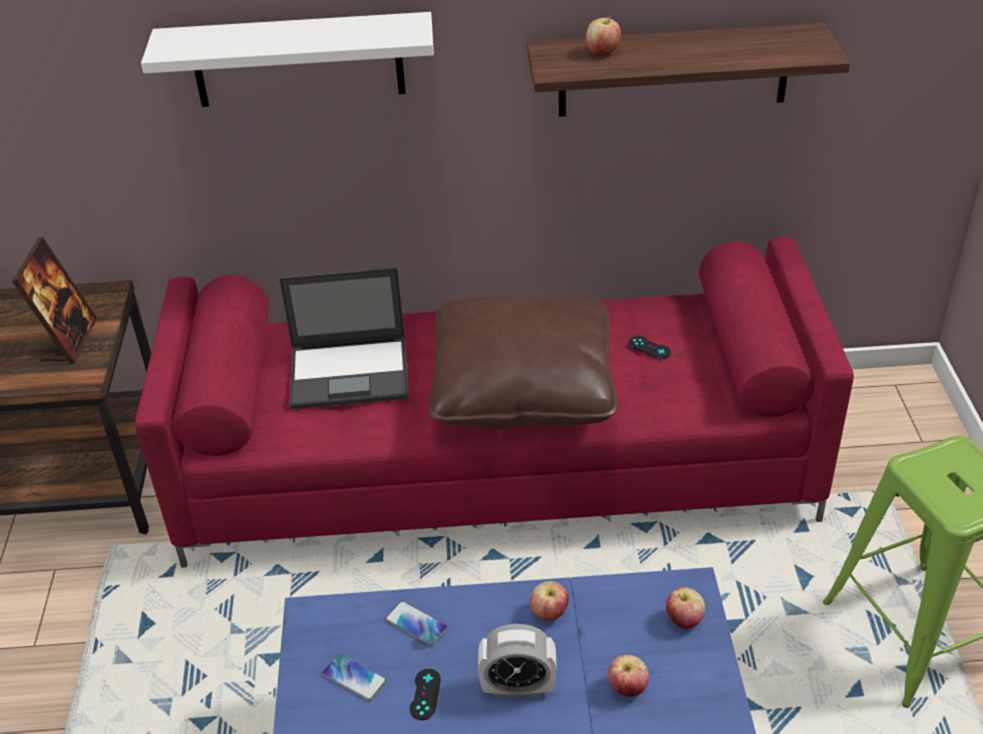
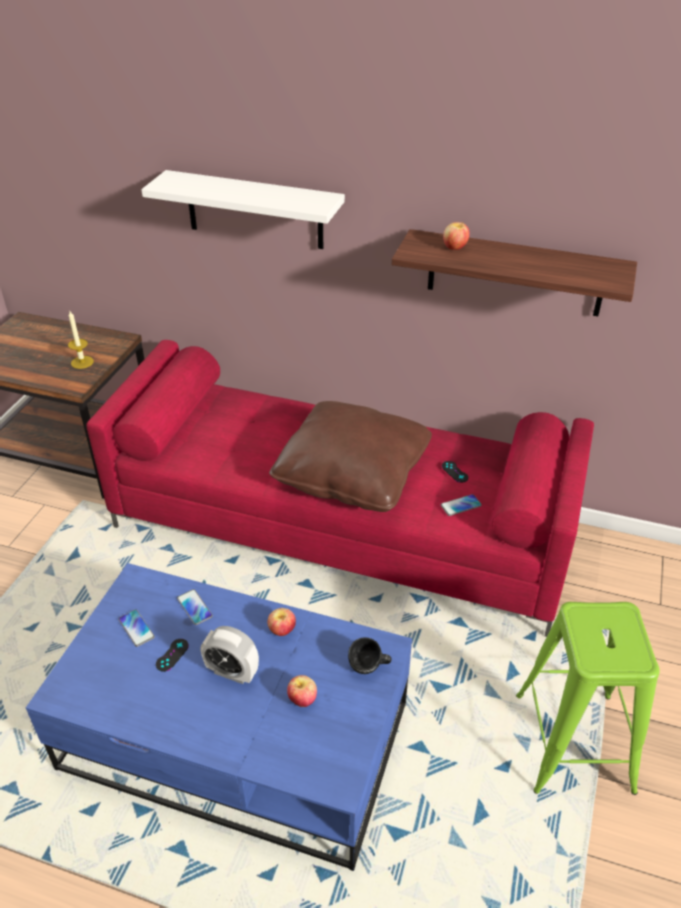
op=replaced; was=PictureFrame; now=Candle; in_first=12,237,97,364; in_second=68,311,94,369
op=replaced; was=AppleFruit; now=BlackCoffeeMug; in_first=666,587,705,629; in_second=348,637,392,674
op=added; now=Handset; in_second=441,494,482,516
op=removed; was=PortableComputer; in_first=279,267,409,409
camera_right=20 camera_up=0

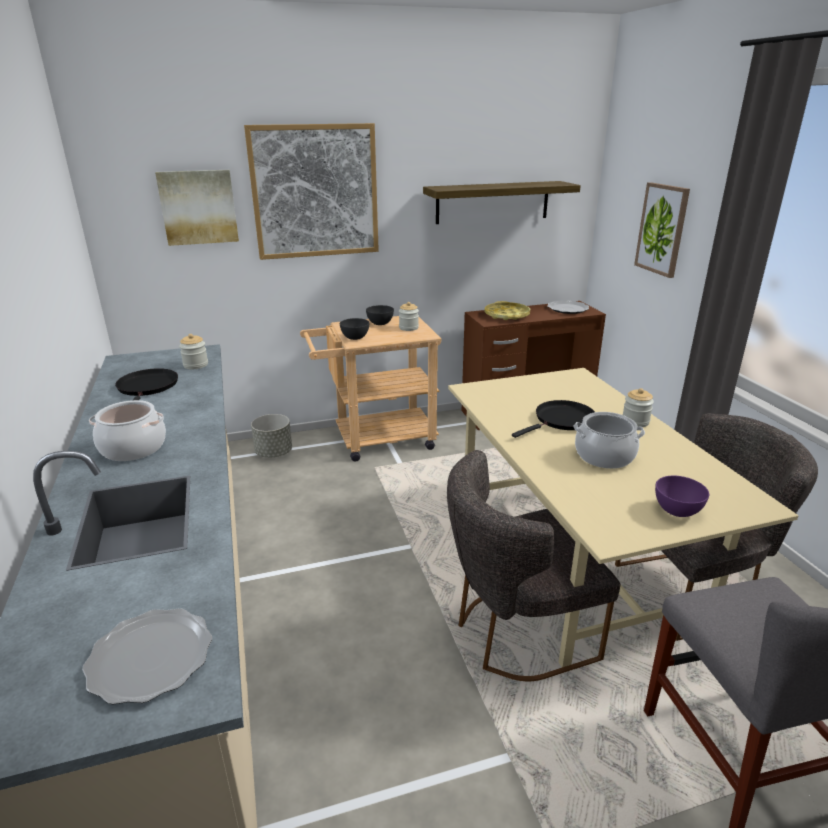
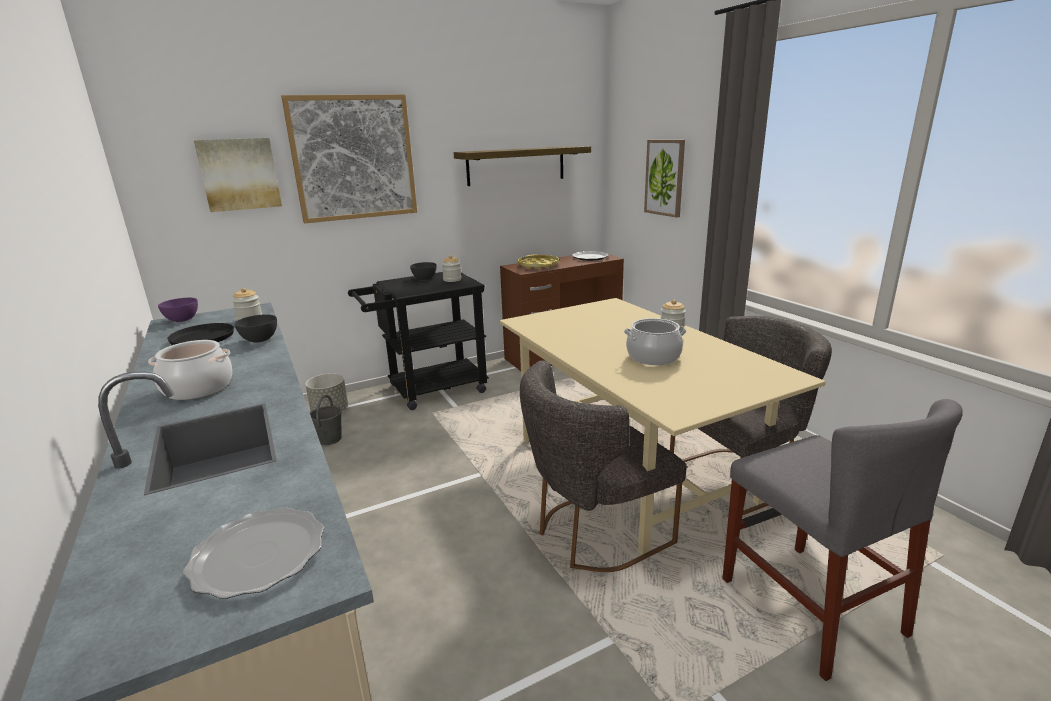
op=moved; was=PurplishBowl; in_first=655,476,709,517; in_second=158,298,198,322
op=moved; was=GreyBowl; in_first=340,318,369,340; in_second=234,314,277,342
op=added; now=GreyBucket; in_second=310,395,342,445
op=recoloured; was=BeigeTrolley; now=BlackTrolley; in_first=300,316,441,462; in_second=348,272,489,410
op=removed; was=BlackPan; in_first=512,400,595,438
camera_right=-10 camera_up=-5

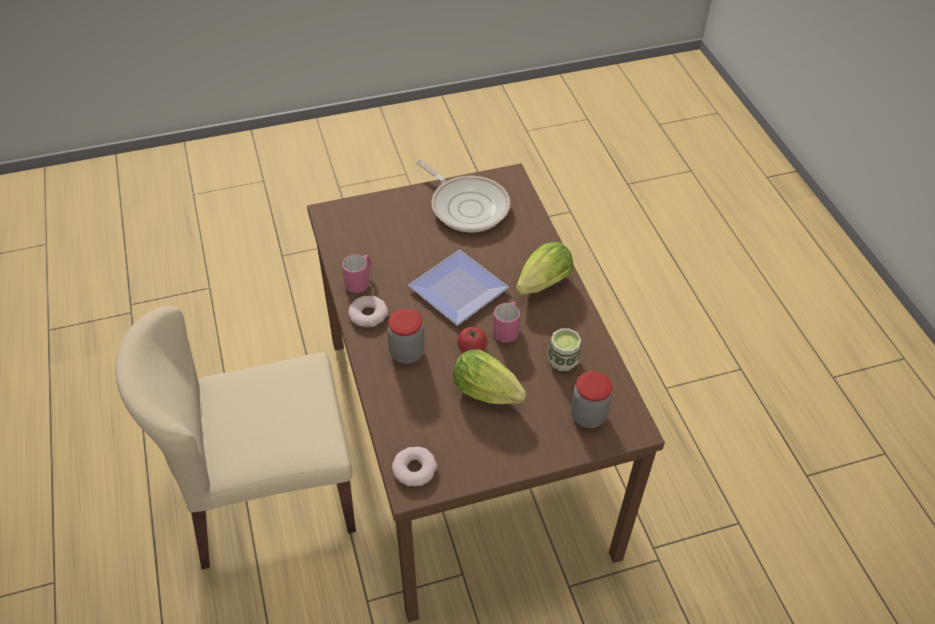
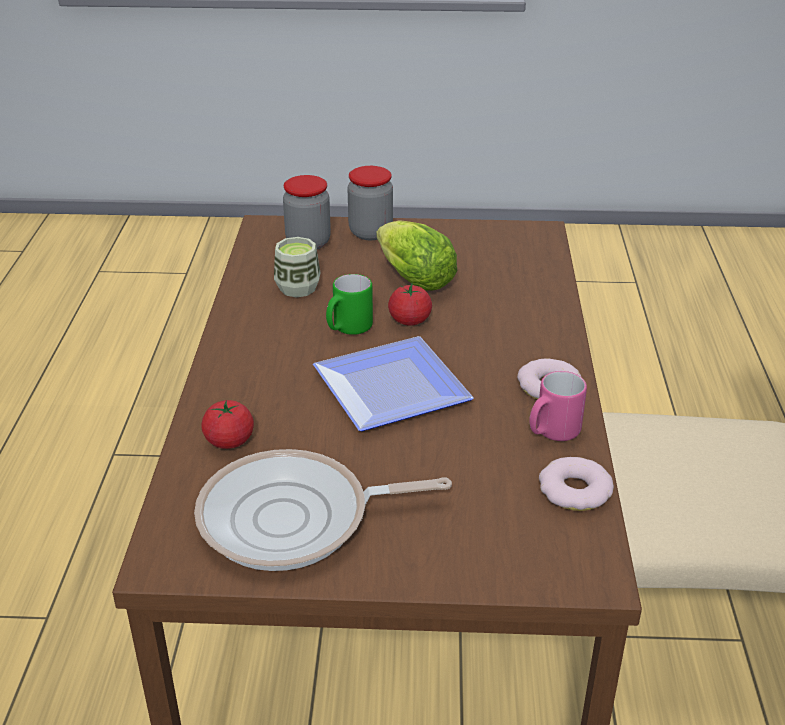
op=turned; was=Pan; in_first=416,160,511,233; in_second=194,449,452,571; clockwise=-75
op=added; now=Tomato; in_second=201,400,254,449
op=recoloured; was=PinkishCoffeeMug; now=GreenCoffeeMug; in_first=493,302,520,343; in_second=326,274,373,335
op=moved; was=StorageJar; in_first=387,309,425,364; in_second=348,166,393,240
op=moved; was=RingDoughnut; in_first=392,447,437,486; in_second=539,457,614,511
op=removed; was=Lettuce; in_first=516,242,573,295
camera_right=-160 camera_up=-15

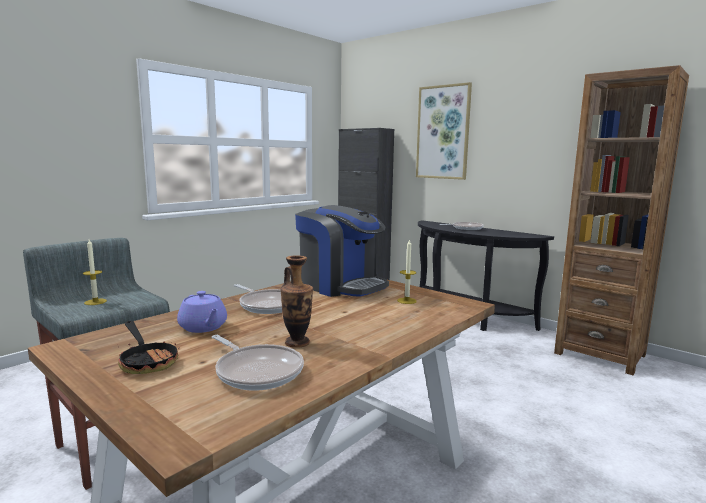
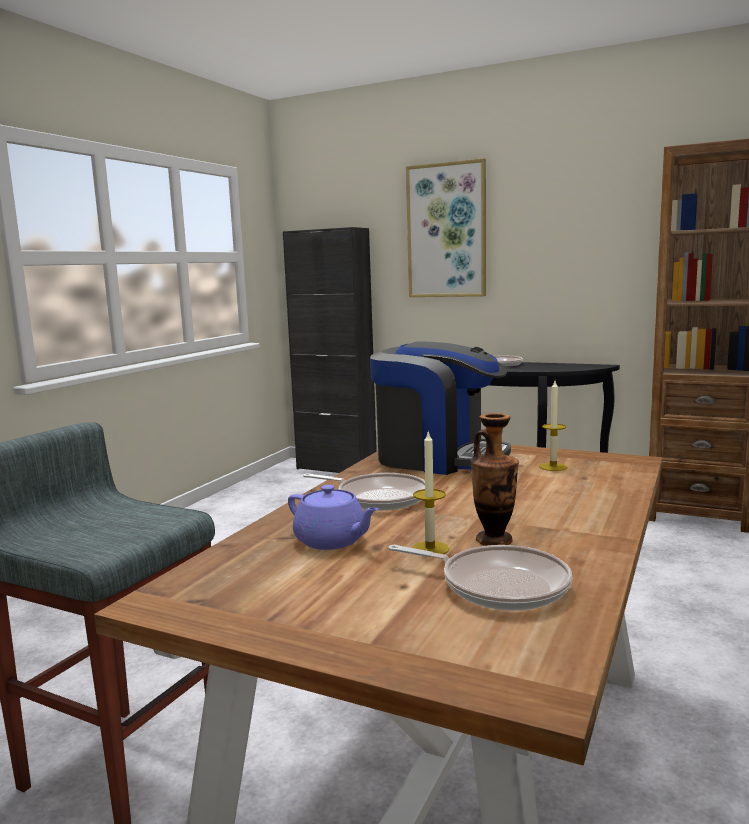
op=moved; was=Candle; in_first=83,239,107,305; in_second=412,430,449,554
op=removed; was=Pan; in_first=117,321,180,374
camera_right=-15 camera_up=0

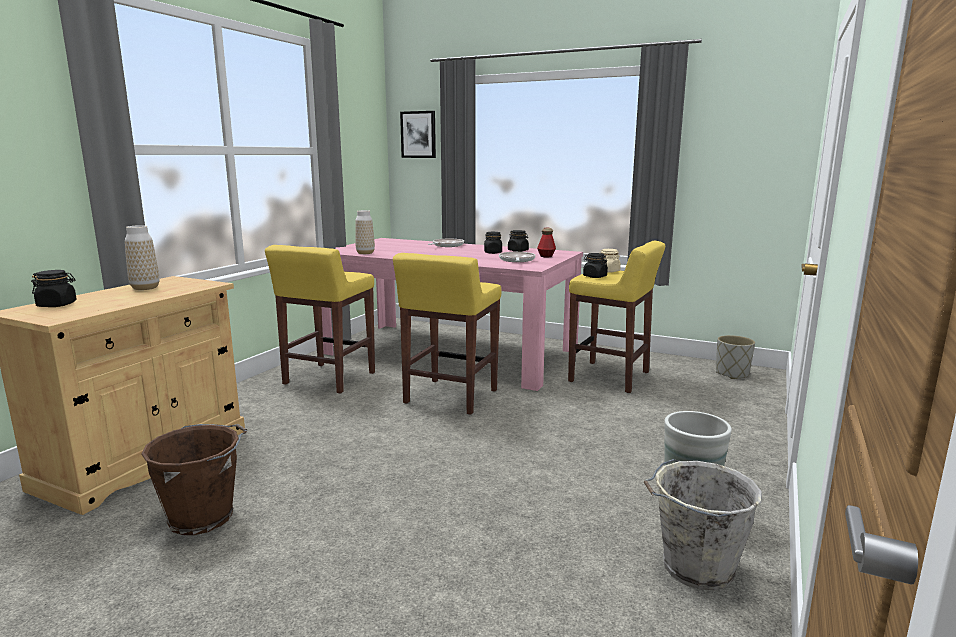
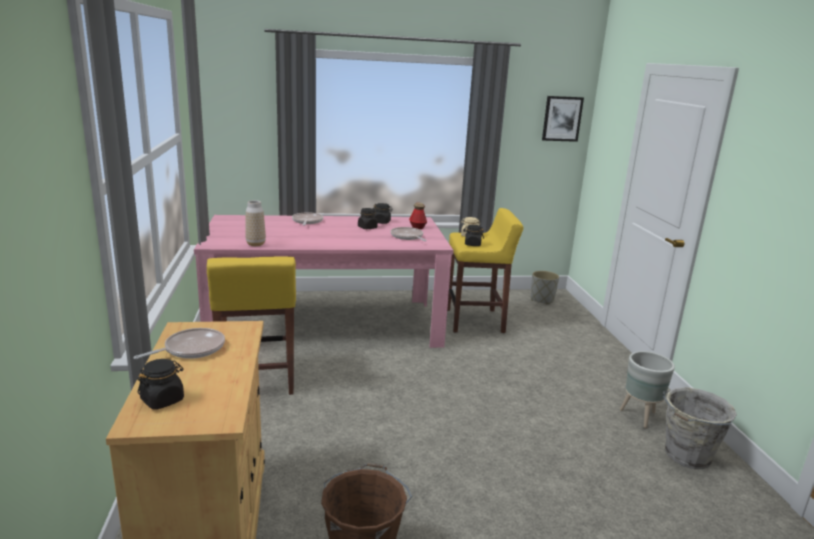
op=replaced; was=FlowerVase; now=Pan; in_first=125,225,159,290; in_second=134,328,225,359
op=moved; was=Picture; in_first=400,111,436,158; in_second=542,96,584,142
op=removed; was=YellowColouredStoolSeat; in_first=393,253,501,415
camera_right=-35 camera_up=5

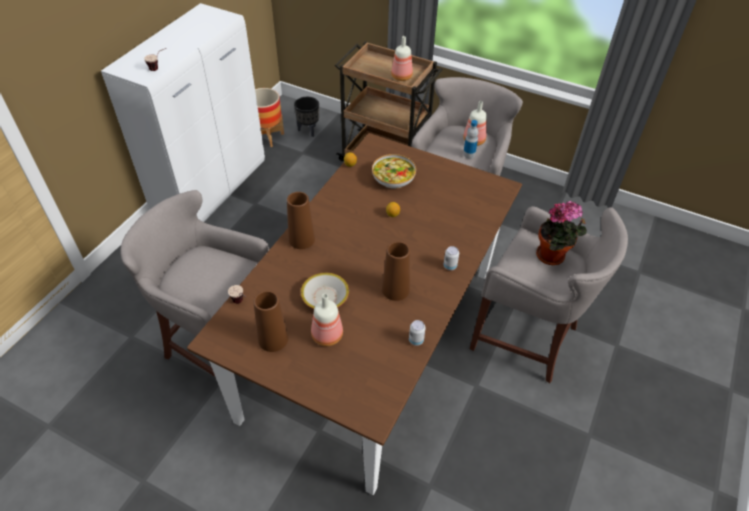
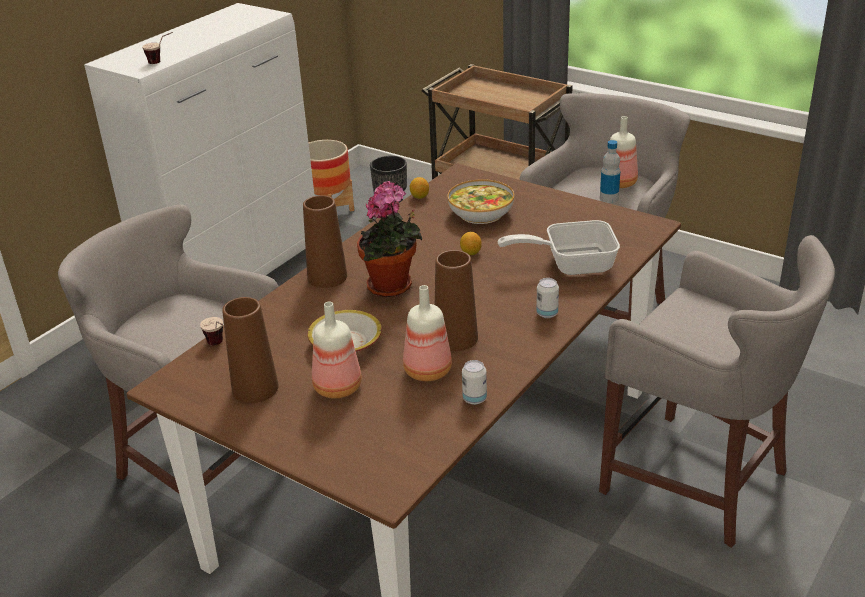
op=moved; was=PlantInAPot; in_first=536,201,587,265; in_second=357,181,422,297
op=moved; was=DrinkBottle; in_first=391,36,413,81; in_second=403,285,452,381
op=added; now=Pan; in_second=497,220,620,275
camera_right=10 camera_up=-15

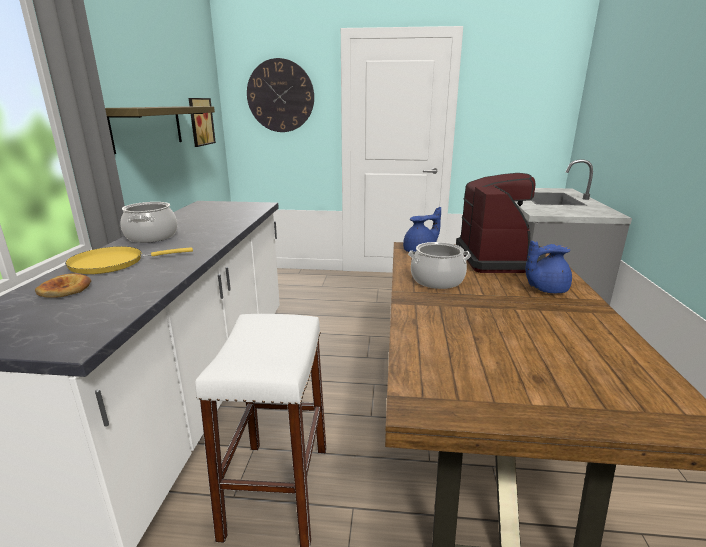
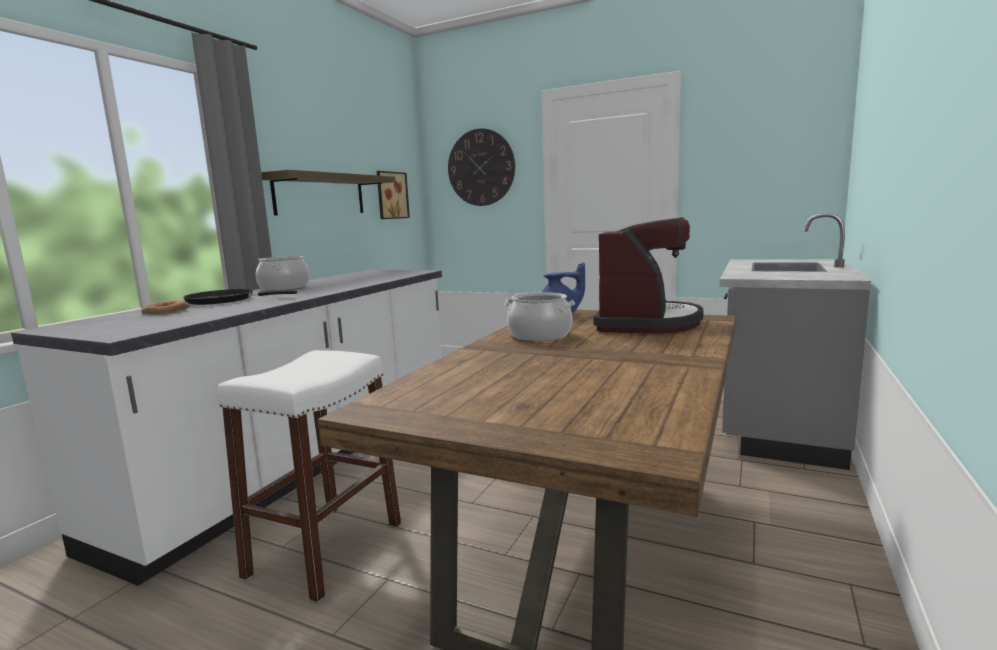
op=recoloured; was=YellowColouredPan; now=BlackPan; in_first=65,246,193,274; in_second=183,289,297,305
op=removed; was=BluishTeaPot; in_first=526,241,572,293
camera_right=20 camera_up=-10

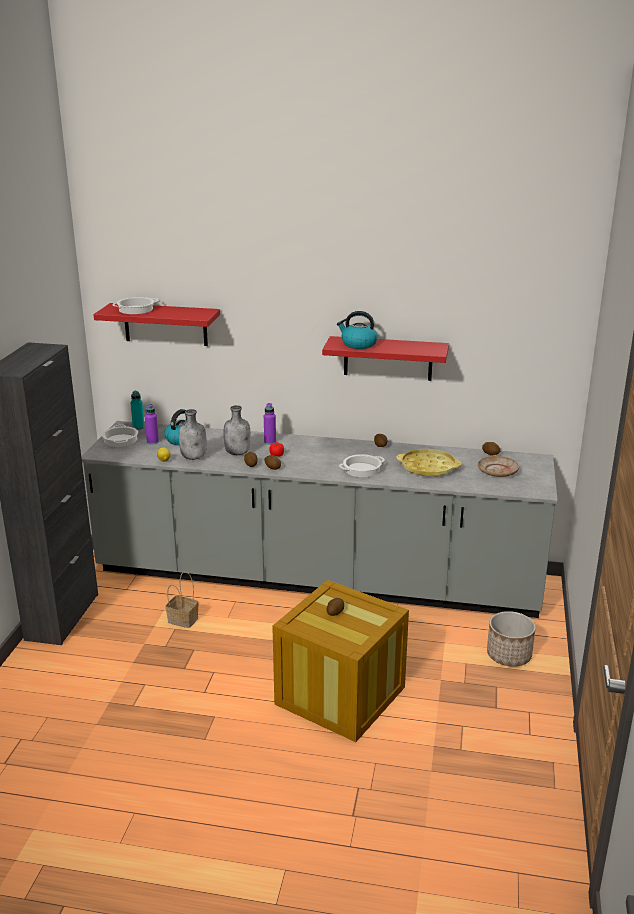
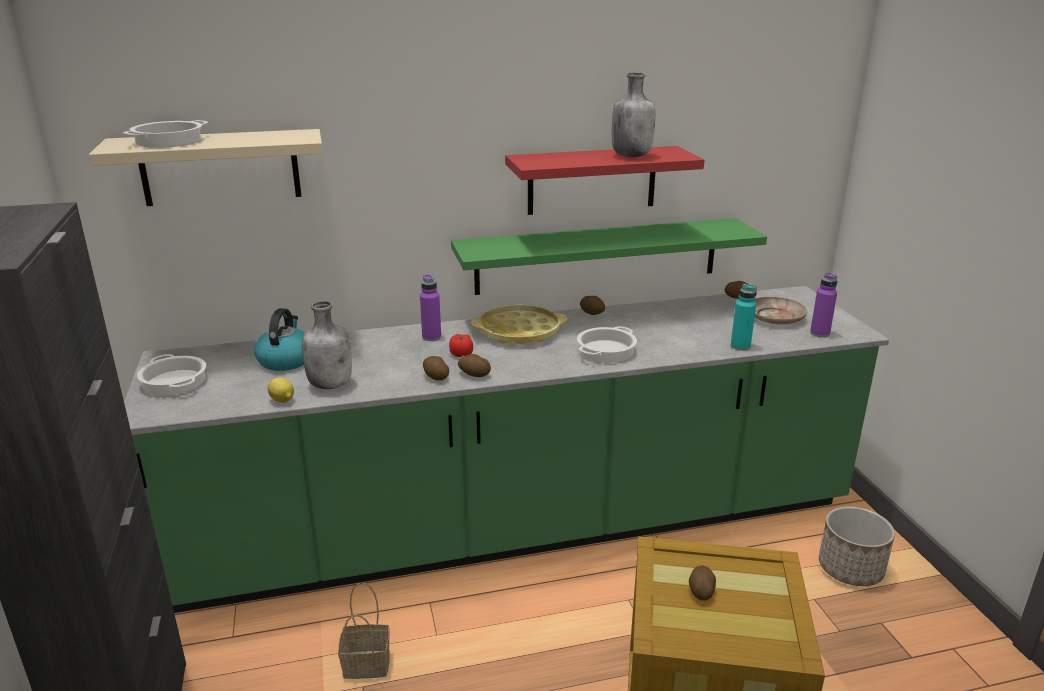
op=recoloured; was=RedColouredWallShelf; now=BeigeWallShelf; in_first=93,303,220,346; in_second=89,129,323,206
op=recoloured; was=GreyCounter; now=GreenCounter; in_first=81,421,558,618; in_second=124,286,889,613
op=added; now=GreenWallShelf; in_second=451,218,767,295
op=moved; was=YellowColouredCarryingTray; in_first=396,449,461,477; in_second=471,305,567,345
op=moved; was=GreyDrinkBottle; in_first=224,405,251,455; in_second=612,73,655,157
op=moved; was=BlueGreenDrinkBottle; in_first=130,391,145,430; in_second=731,284,757,351
op=moved; was=PurplishDrinkBottle; in_first=145,404,159,445; in_second=810,273,838,338
op=removed; was=TeaKettle; in_first=337,311,378,349
camera_right=-25 camera_up=0

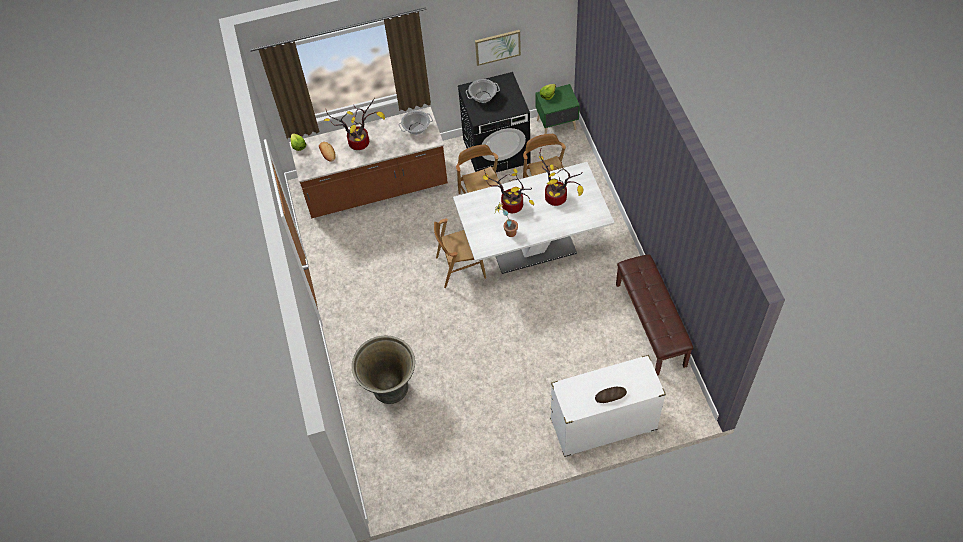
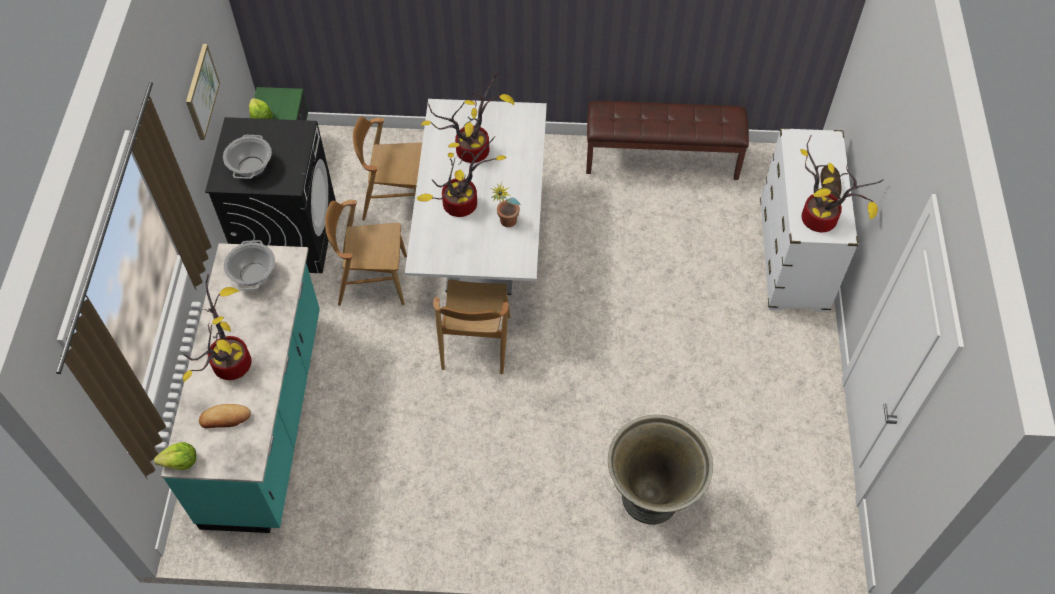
op=recoloured; was=BrownCounter; now=BlueGreenCounter; in_first=289,107,448,218; in_second=161,243,320,533
op=added; now=PlantInAPot; in_second=800,135,884,232
camera_right=-75 camera_up=0

